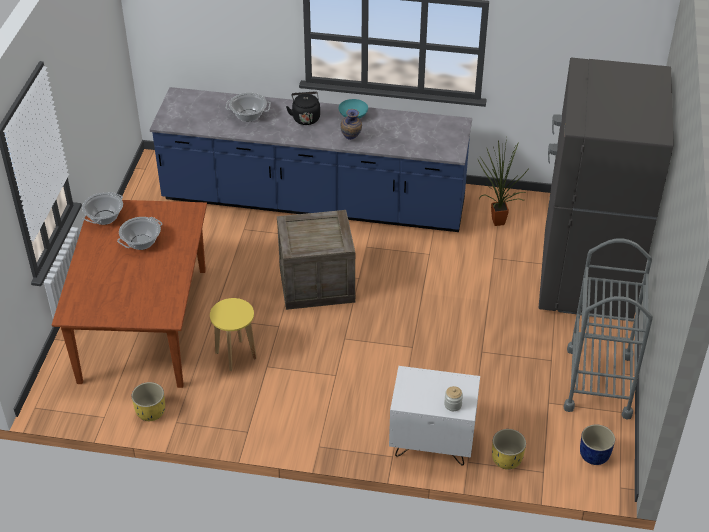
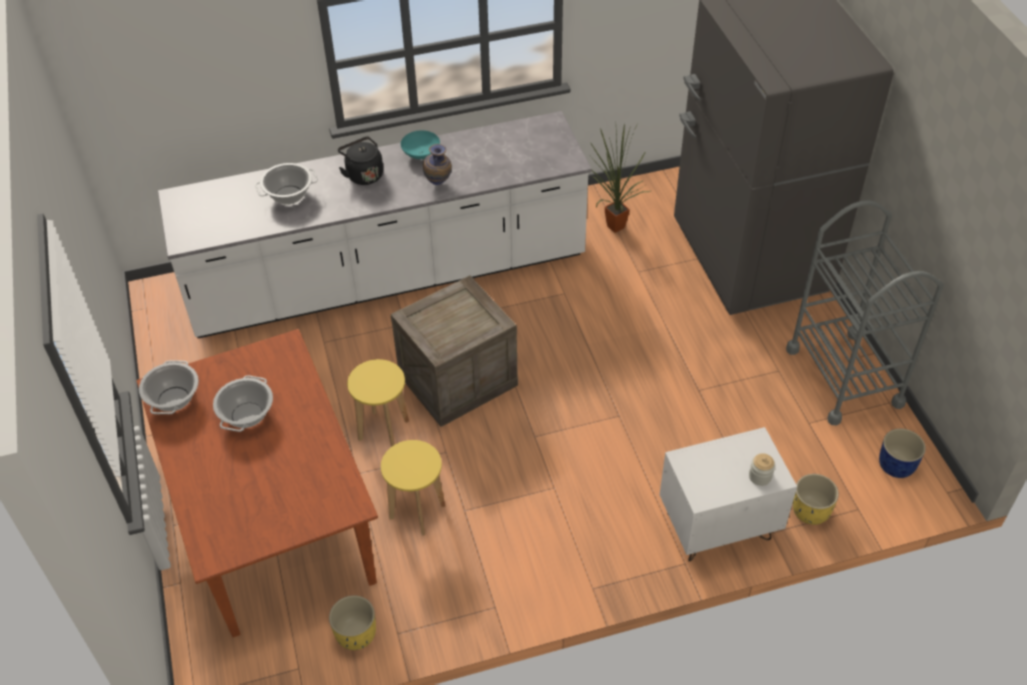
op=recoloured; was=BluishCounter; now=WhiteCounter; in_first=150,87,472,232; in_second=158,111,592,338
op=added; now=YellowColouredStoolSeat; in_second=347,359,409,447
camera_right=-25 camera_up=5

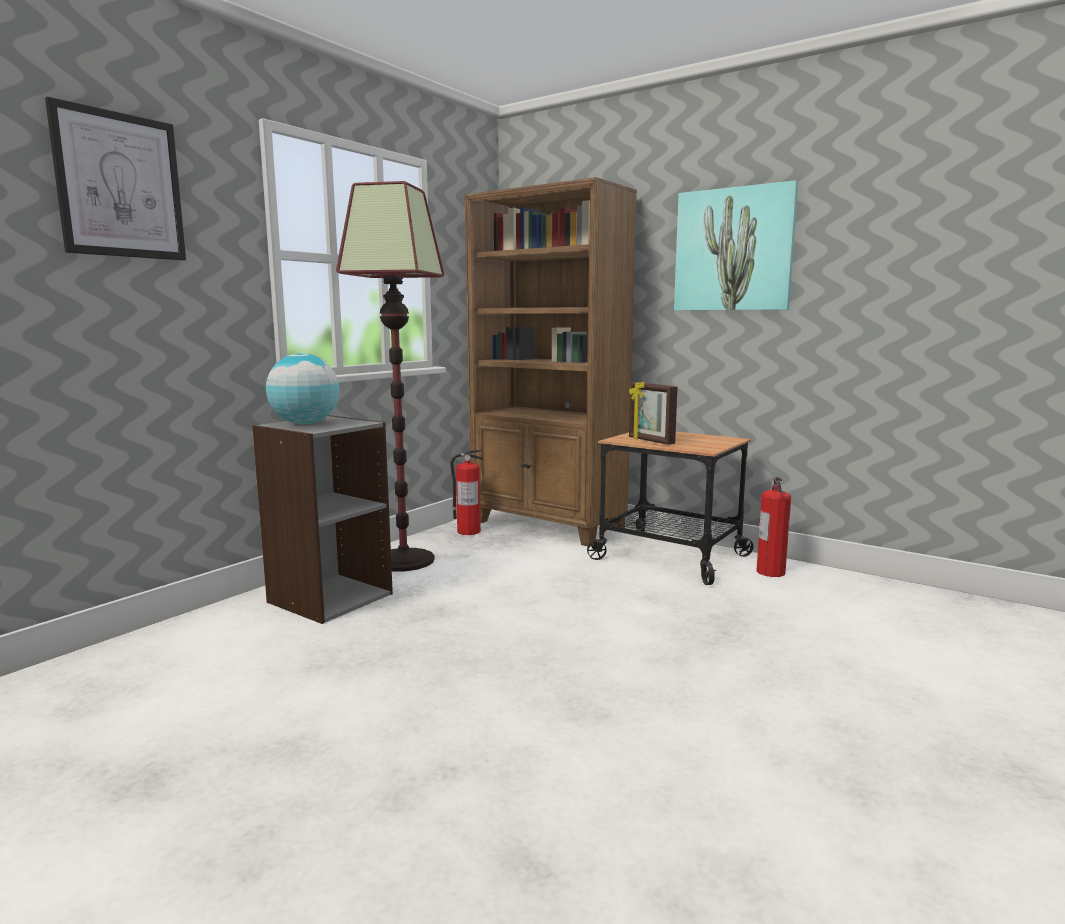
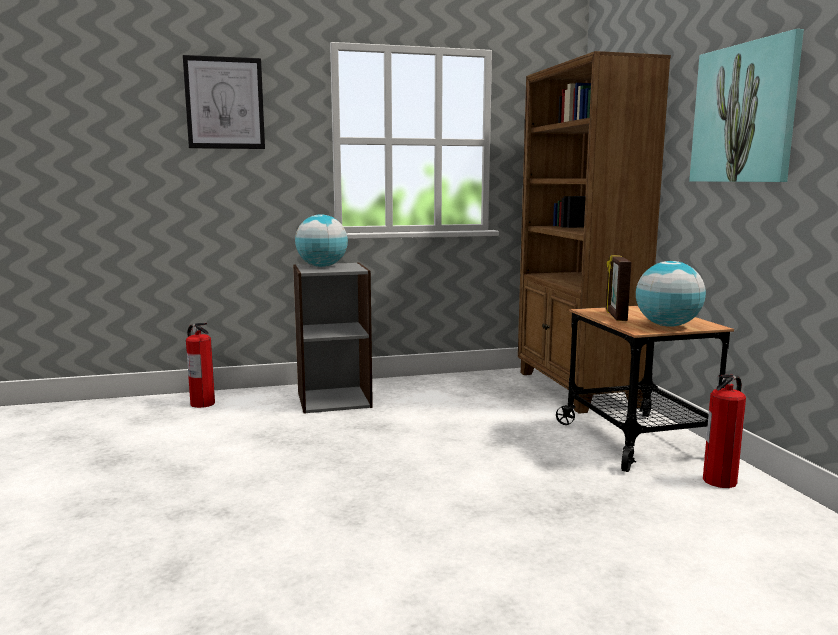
op=moved; was=FireFightingCylinder; in_first=450,449,484,535; in_second=186,323,215,408
op=added; now=WorldGlobe; in_second=636,261,706,327
op=removed; was=FloorLamp; in_first=336,181,444,571
camera_right=40 camera_up=0

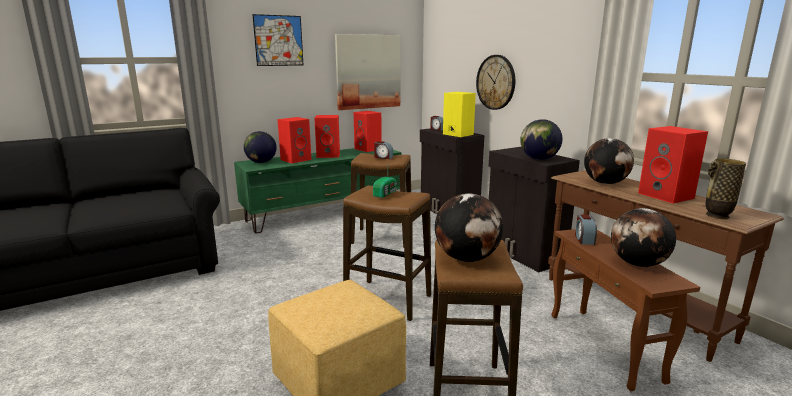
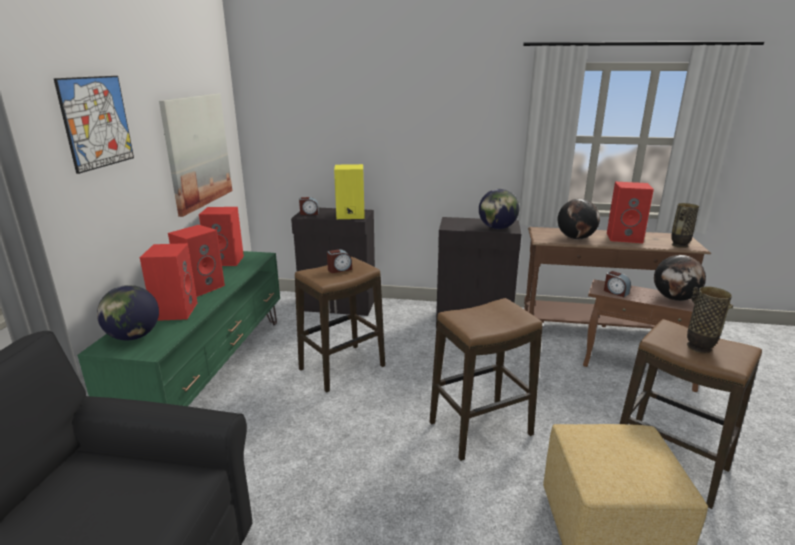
op=replaced; was=WorldGlobe; now=FlowerVase; in_first=435,193,503,262; in_second=687,286,733,354
op=removed; was=RadioReceiver; in_first=373,171,397,198
op=removed; was=HangingClock; in_first=476,55,515,110
camera_right=-50 camera_up=5

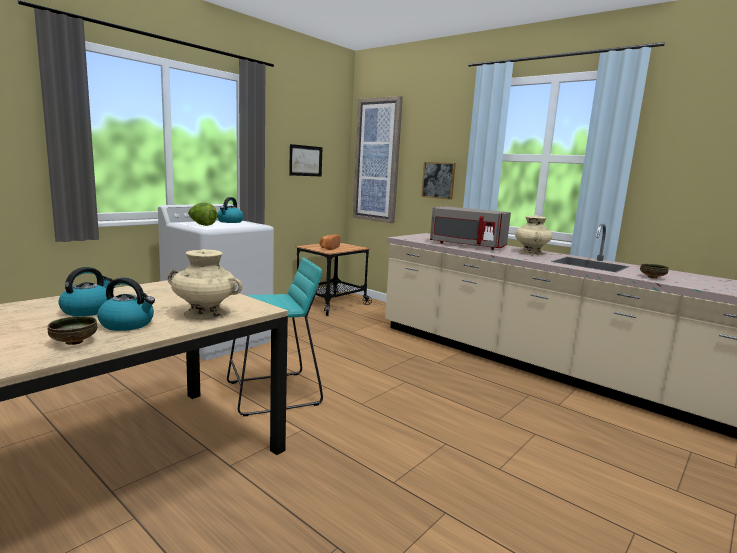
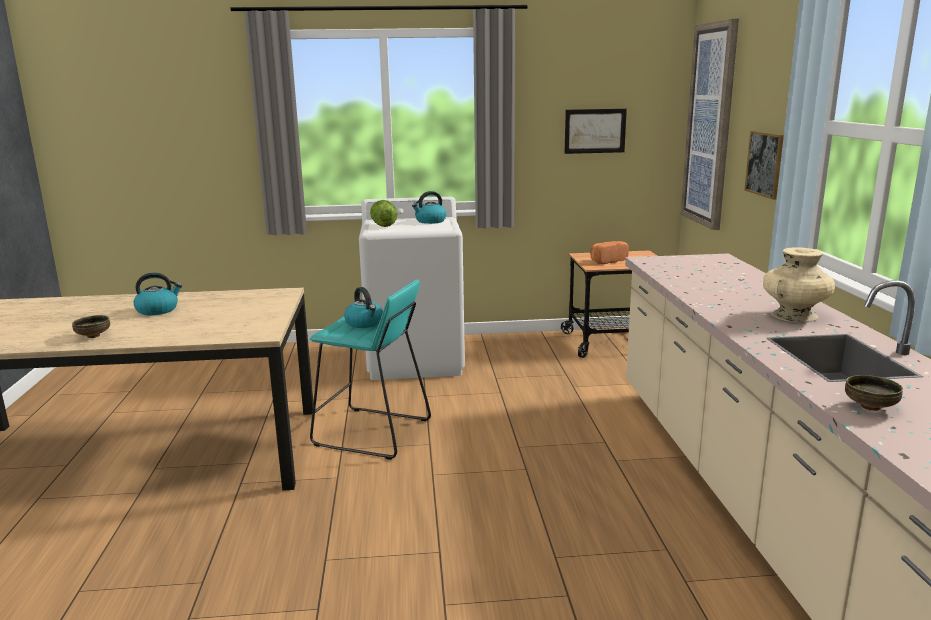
op=moved; was=TeaKettle; in_first=97,278,155,331; in_second=344,287,383,328
op=removed; was=BeigeFlowerVase; in_first=167,249,242,320
op=removed; was=GreyMicrowave; in_first=430,206,511,250
camera_right=45 camera_up=5

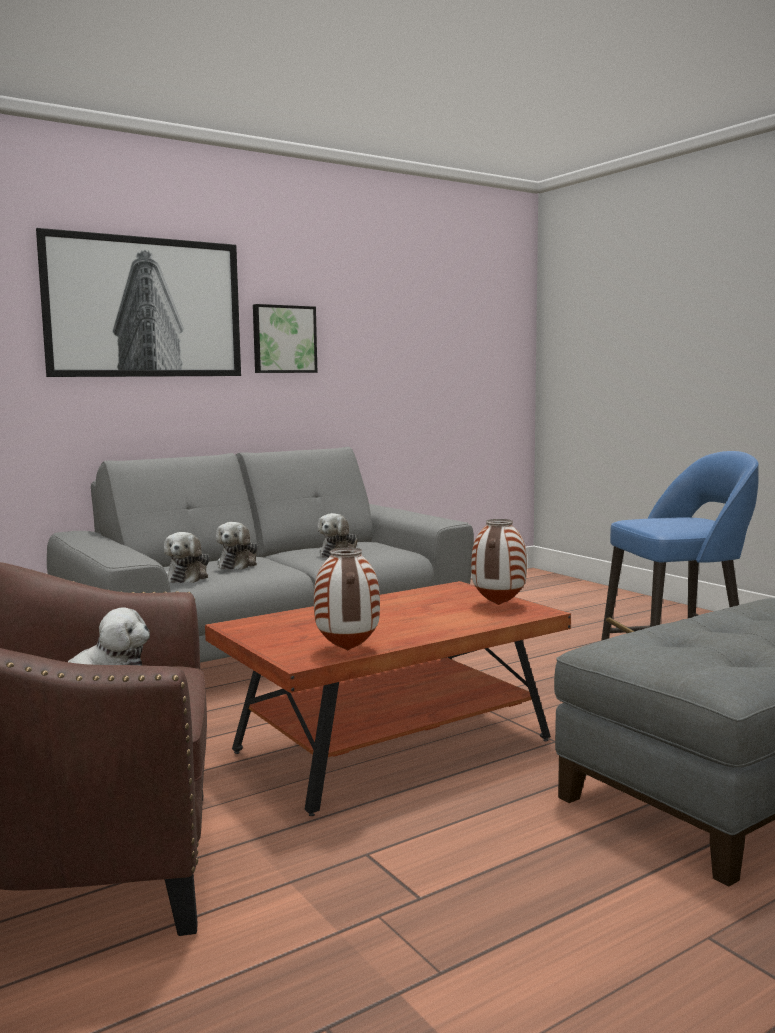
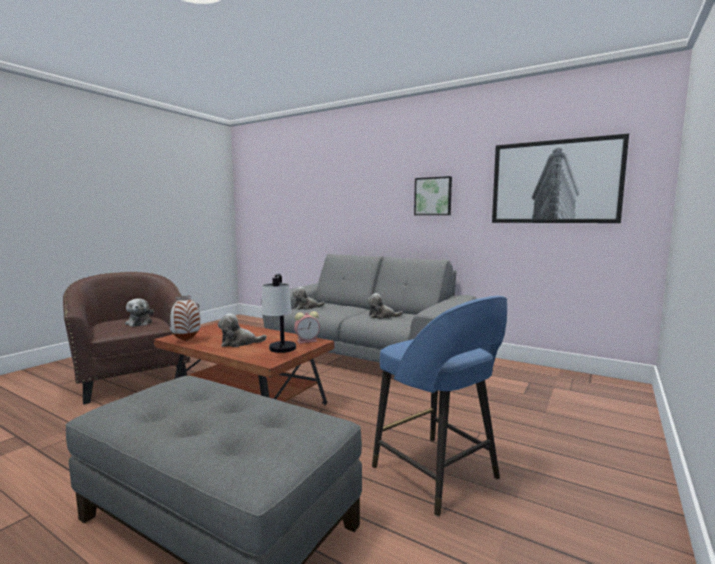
op=moved; was=CuddlyToy; in_first=216,522,258,570; in_second=218,313,267,347
op=replaced; was=FlowerVase; now=TableLamp; in_first=471,519,527,605; in_second=261,274,296,353
op=added; now=TableClock; in_second=294,311,320,344
op=moved; was=Picture; in_first=36,228,241,377; in_second=492,133,629,223
camera_right=65 camera_up=0

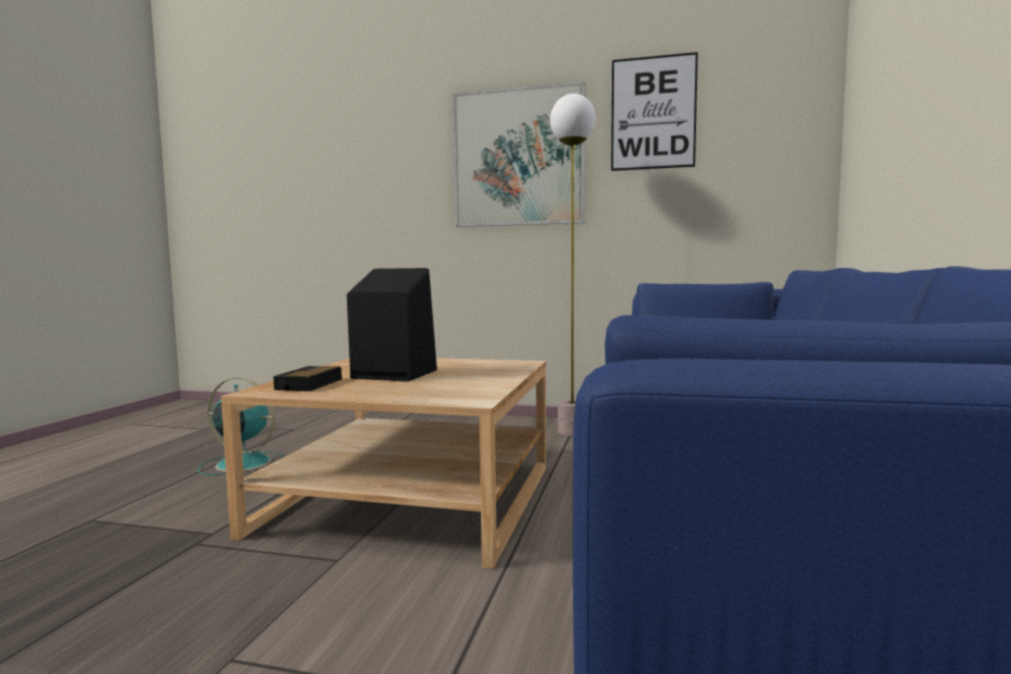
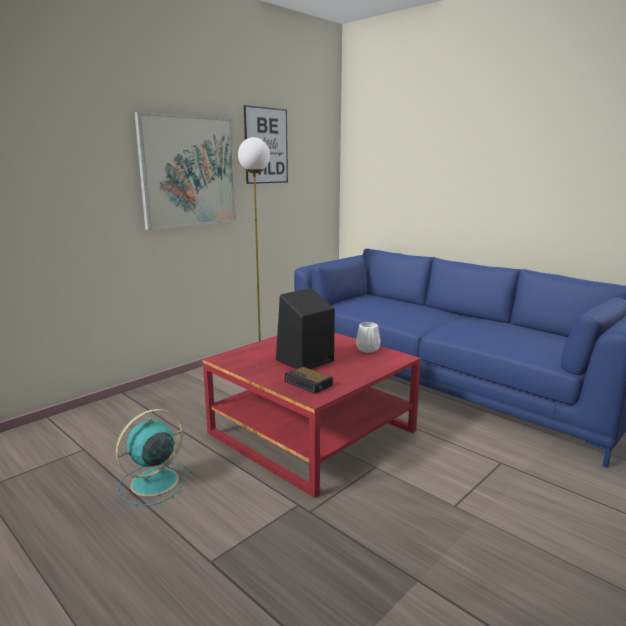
op=recoloured; was=BeigeLowTable; now=RedColouredLowTable; in_first=221,358,546,569; in_second=203,332,421,498
op=added; now=WhiteFlowerVase; in_second=356,322,380,353
camera_right=-60 camera_up=10

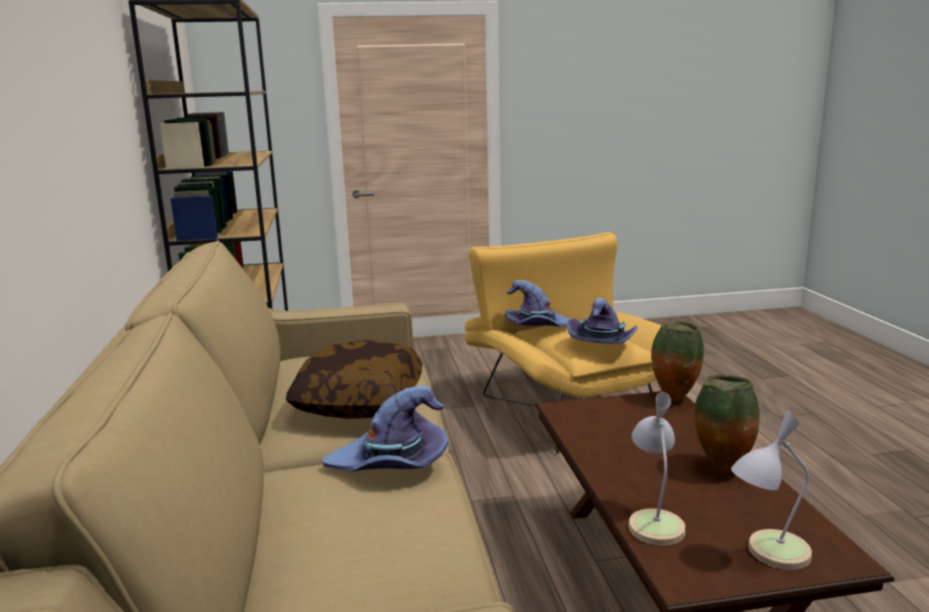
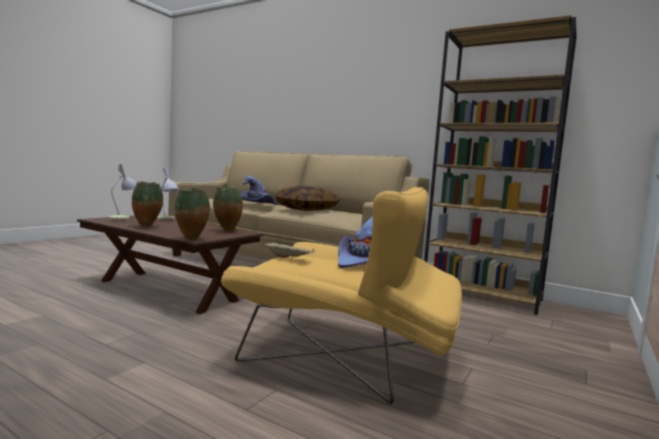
op=added; now=FlowerVase; in_second=213,187,243,232
op=replaced; was=PurplishWearableHat; now=BeigeCarryingTray; in_first=567,298,637,344; in_second=264,242,314,258
camera_right=130 camera_up=-10

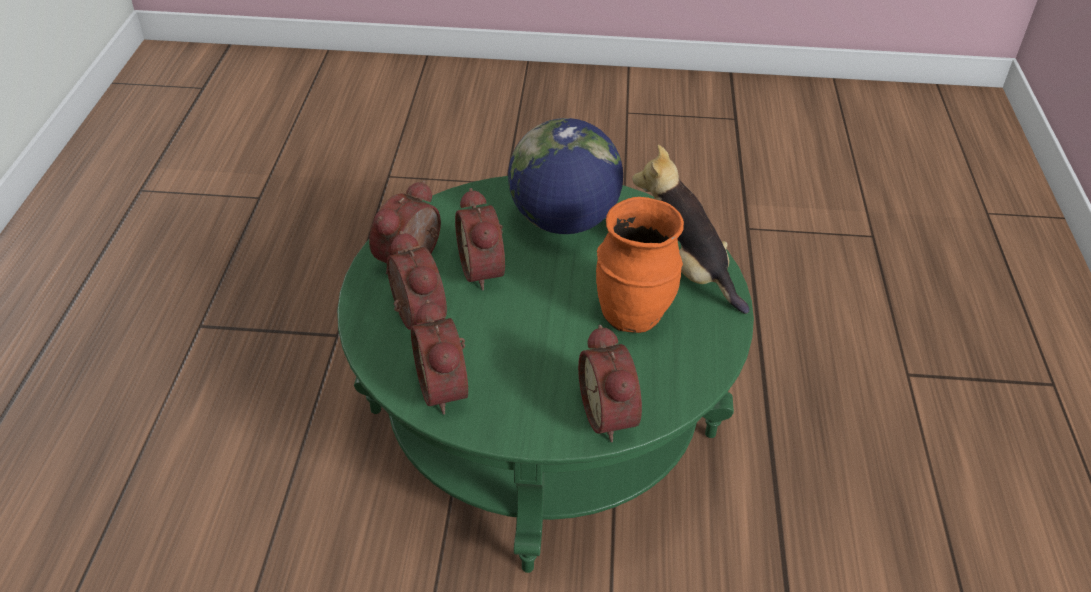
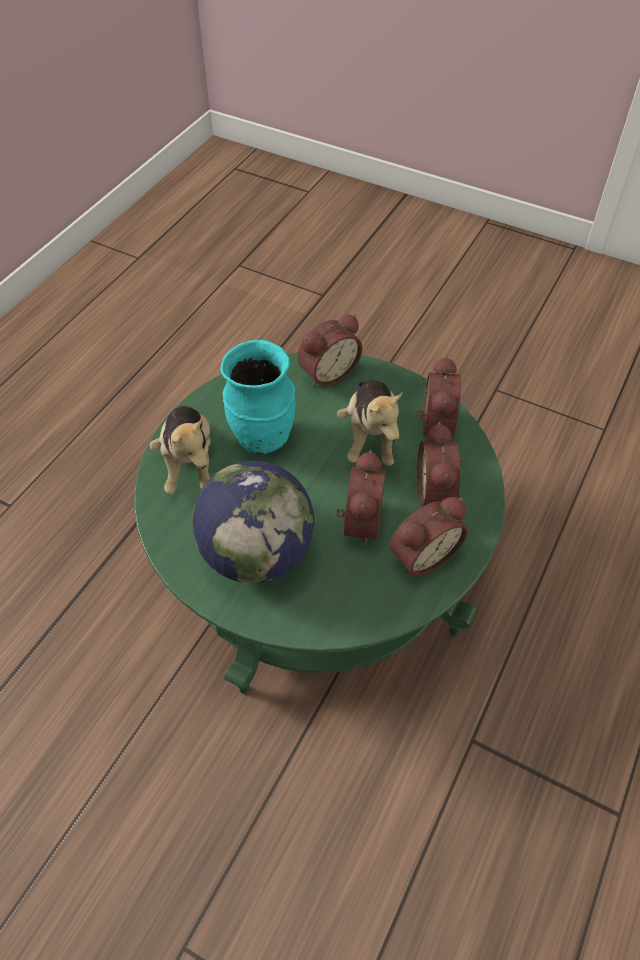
op=recoloured; was=OrangeColouredFlowerVase; now=BlueGreenFlowerVase; in_first=596,197,684,333; in_second=221,340,295,454
op=turned; was=TableClock; in_first=578,325,642,443; in_second=298,314,363,387; clockwise=45
op=added; now=CuddlyToy; in_second=337,380,403,466
camera_right=-155 camera_up=10

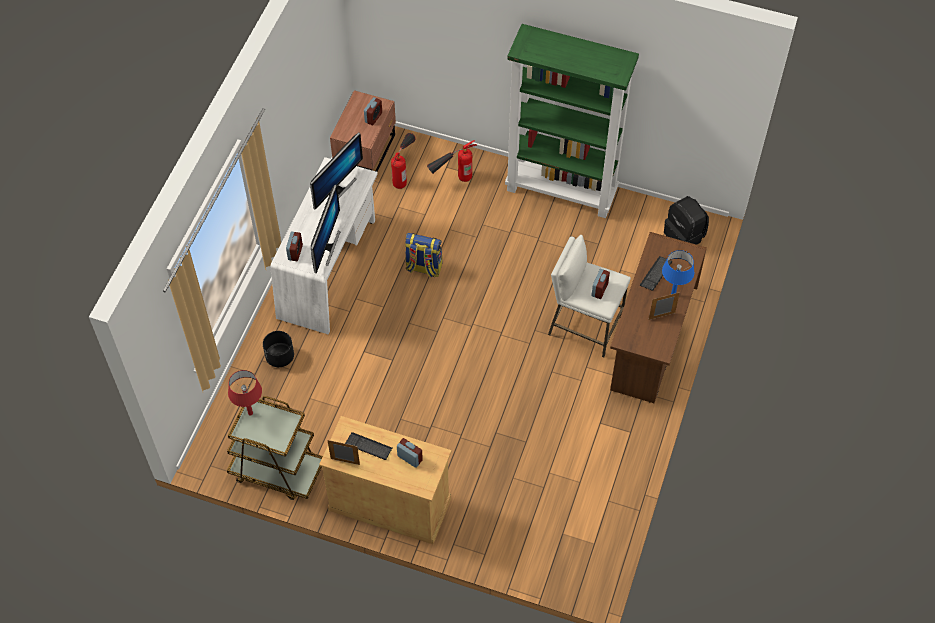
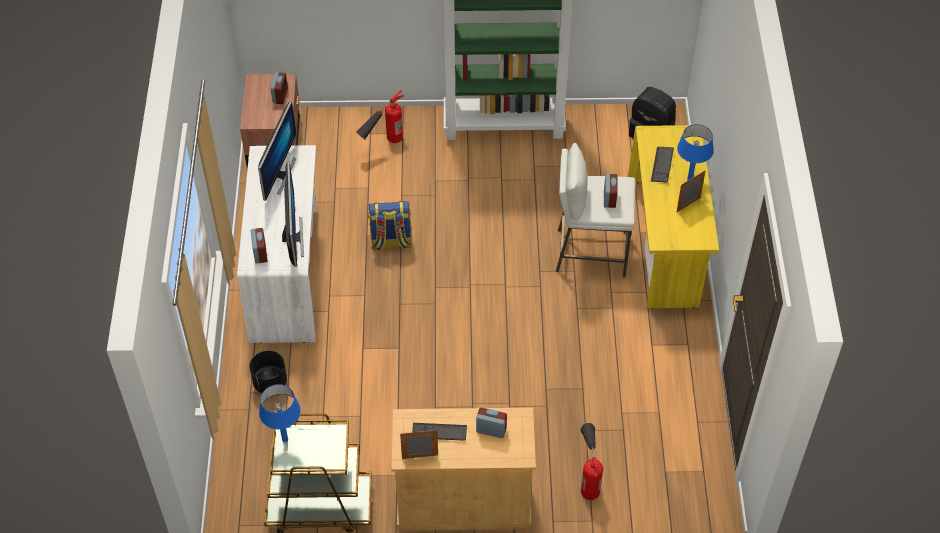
op=recoloured; was=RedColouredTableLamp; now=BluishTableLamp; in_first=228,370,262,416; in_second=259,384,301,442
op=moved; was=FireFightingCylinder; in_first=391,133,416,189; in_second=581,423,603,500
op=recoloured; was=BrownDeskUnit; now=YellowColouredDeskUnit; in_first=610,232,707,403; in_second=627,125,719,309
camera_right=-20 camera_up=-5

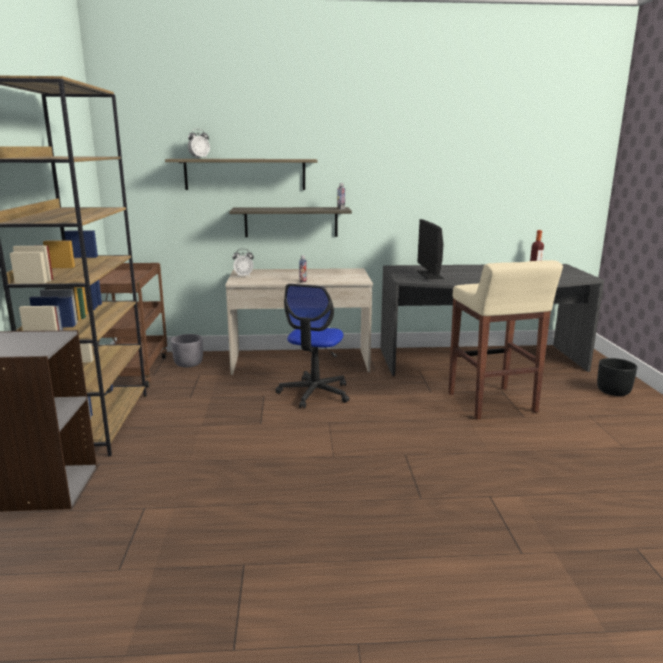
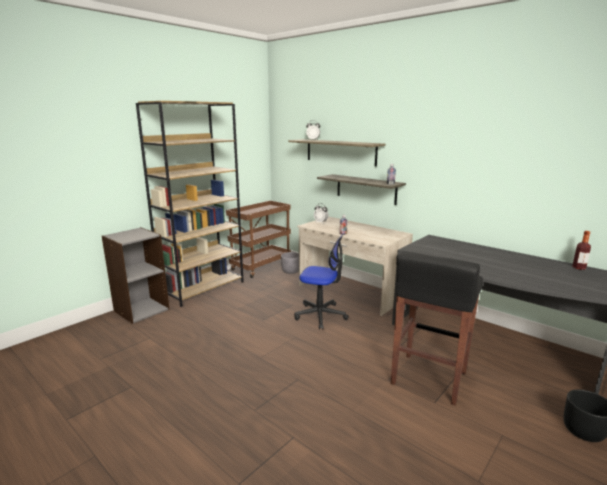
op=turned; was=DeskChair; in_first=275,284,349,409; in_second=294,232,349,329; clockwise=-135
op=recoloured; was=BeigeStoolSeat; now=BlackStoolSeat; in_first=448,260,563,420; in_second=391,251,483,405
op=removed; was=Monitor; in_first=417,219,444,279
camera_right=45 camera_up=0

